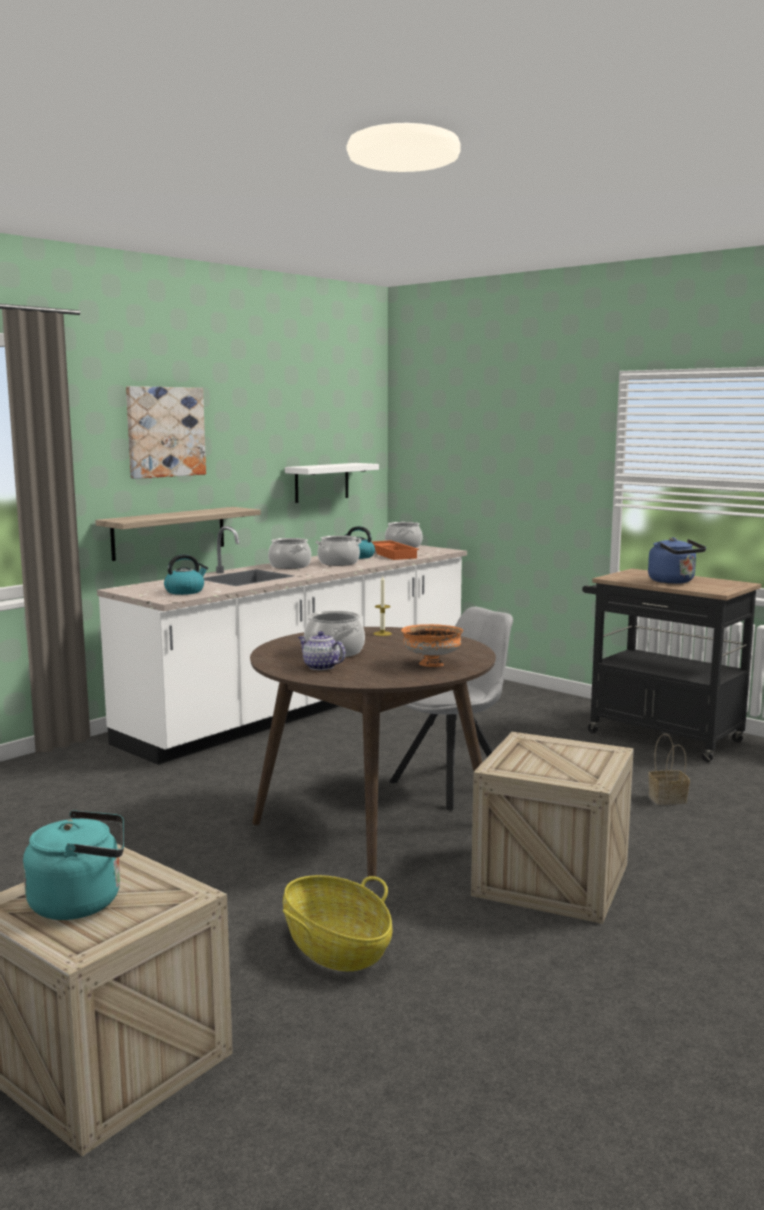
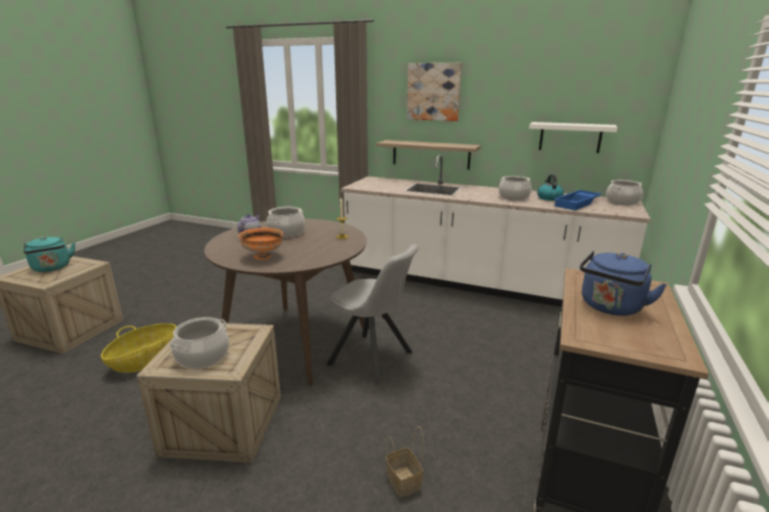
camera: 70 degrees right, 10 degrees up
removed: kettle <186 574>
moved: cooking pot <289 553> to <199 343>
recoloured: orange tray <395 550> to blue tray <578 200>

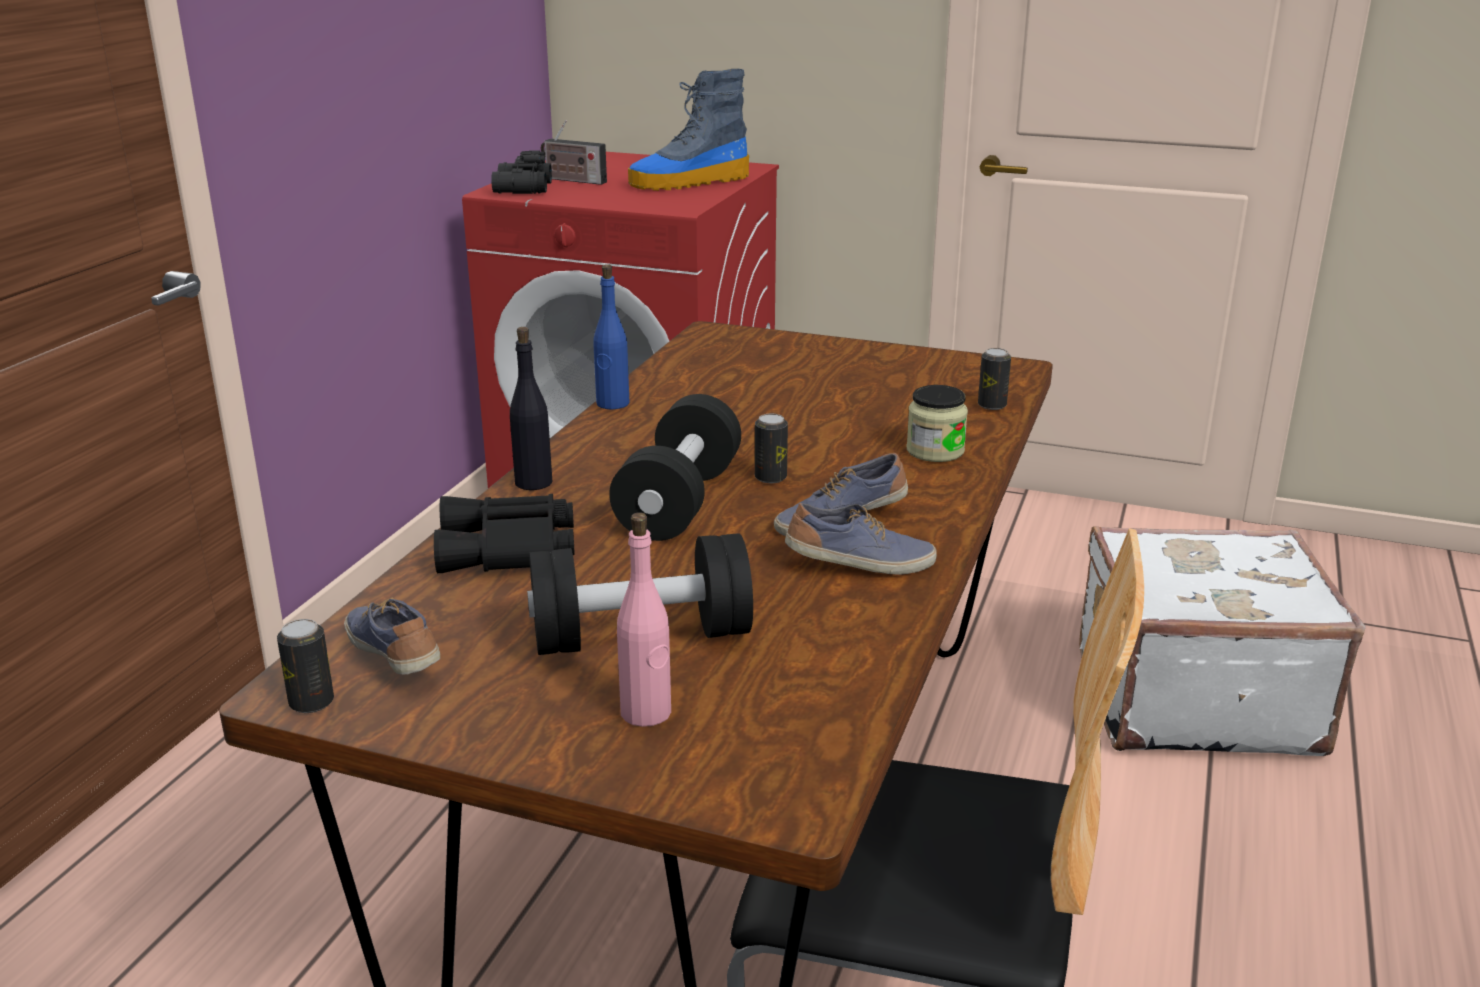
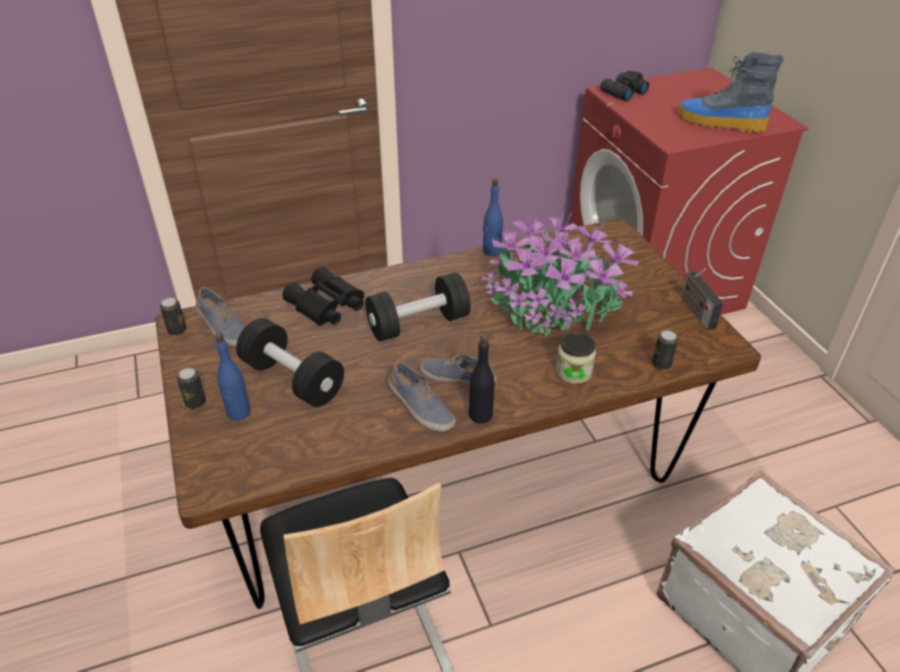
camera: 50 degrees right, 15 degrees up
added: potted plant <560 274>
moved: black bottle <531 408> to <482 379>; radio <574 152> to <702 299>; can <771 448> to <191 388>
recoloured: pink bottle <644 619> to blue bottle <233 376>
turned: shoe <392 636> = <220 317> 120 degrees clockwise

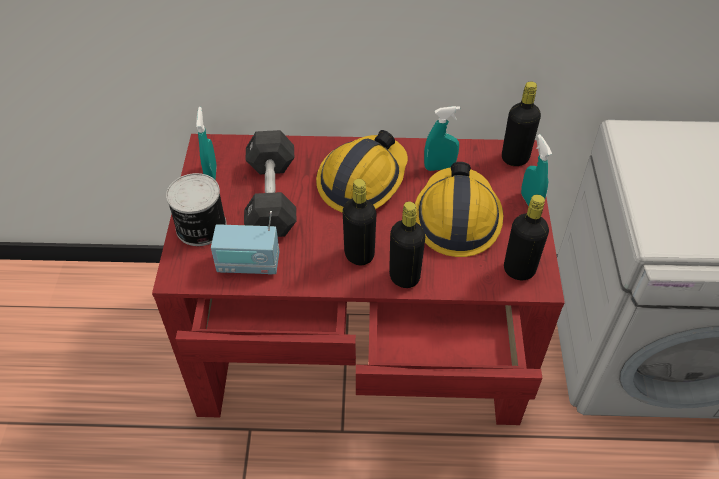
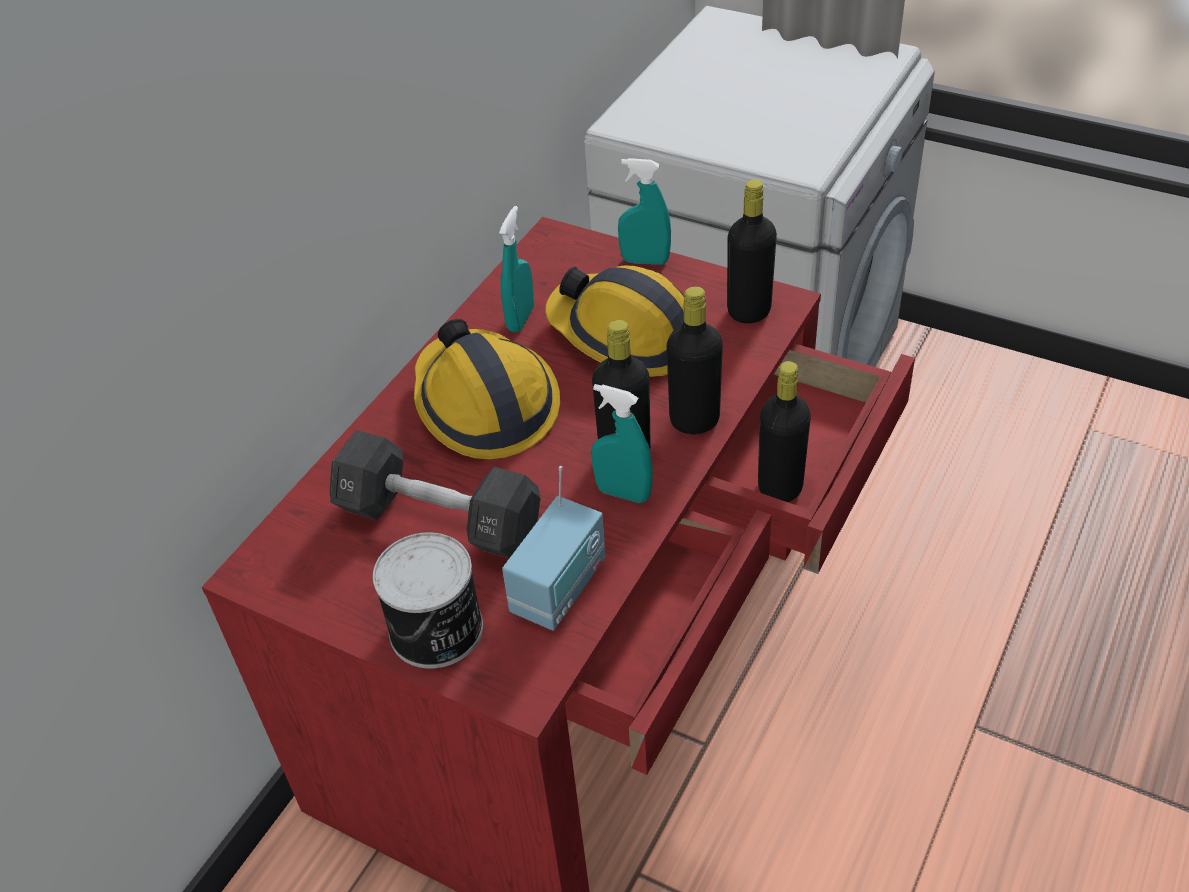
camera: 60 degrees left, 5 degrees down
moved: turquoise spray bottle <206 143> to <622 443>; black bottle <521 123> to <784 431>

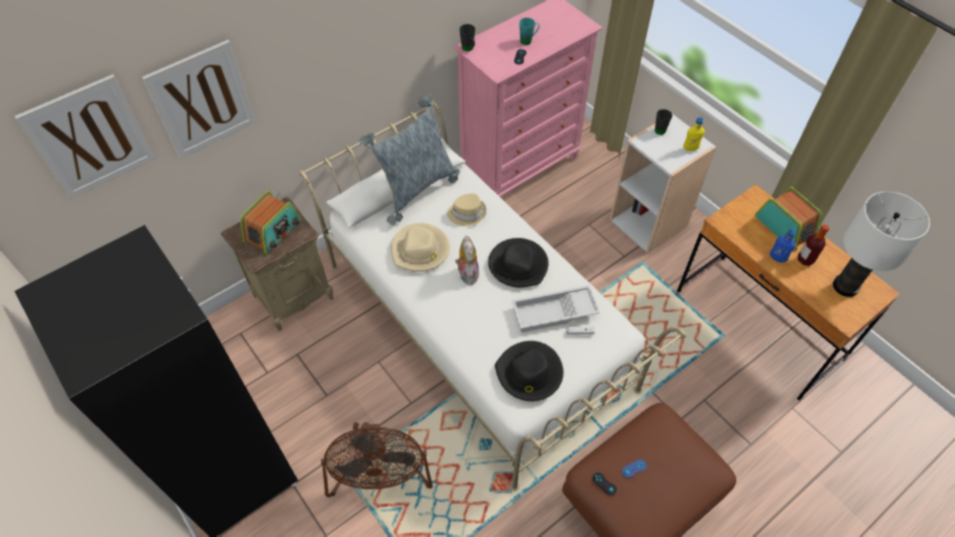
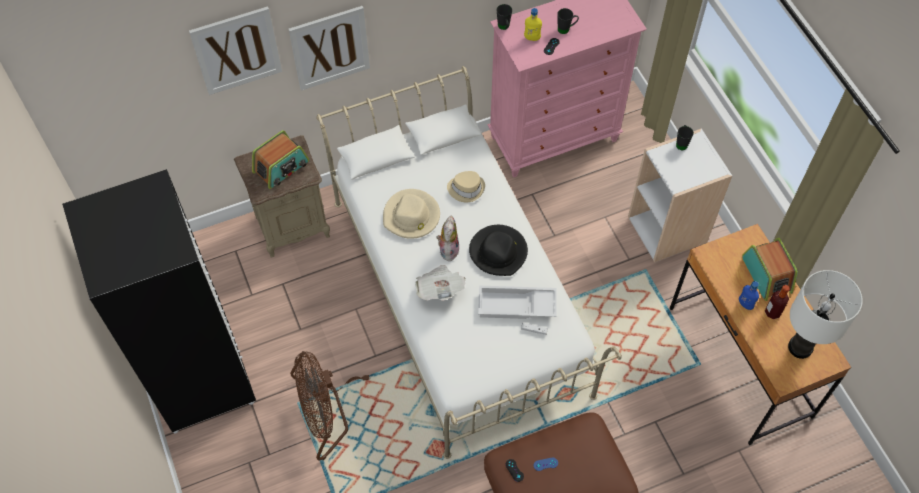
camera: 15 degrees right, 5 degrees up
removed: pillow <409 158>; black hat <529 371>
added: newspaper <440 283>
moved: picture <85 136> to <329 48>; yellow bottle <694 134> to <533 24>
recoloured: turquoise mug <529 31> to black mug <568 21>
turned: brown fan <377 459> = <330 405> 60 degrees clockwise

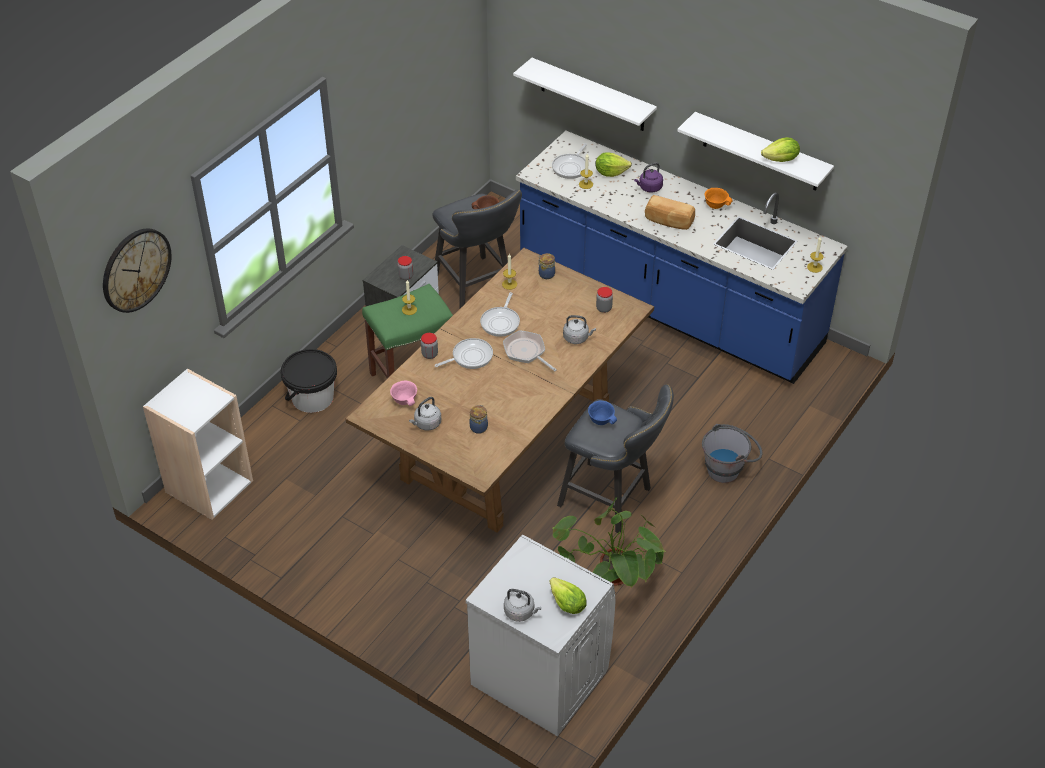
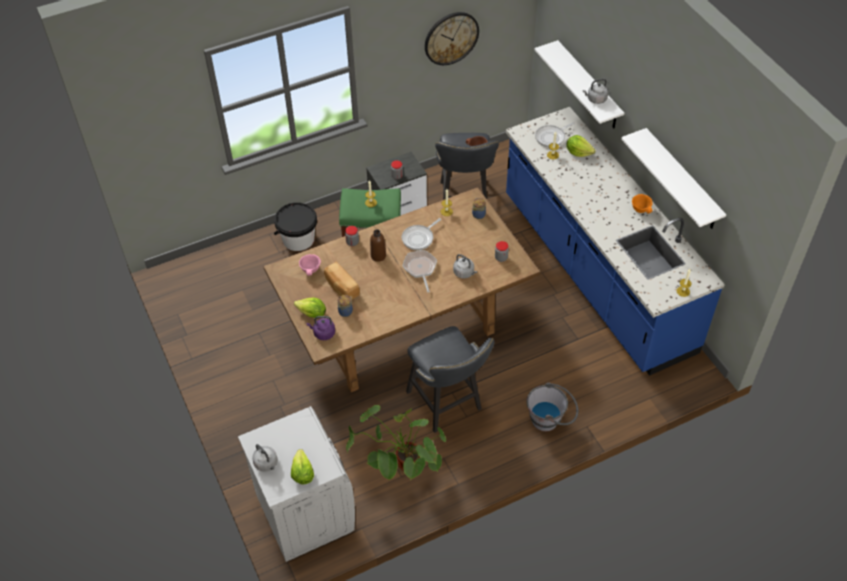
camera: 30 degrees right, 5 degrees up
removed: bookcase <198 444>; blue bowl <602 413>
moved: wall clock <137 270> to <452 38>; grey kettle <425 413> to <595 91>; purple kettle <648 177> to <320 328>; bread <670 212> to <342 281>; lettuce <780 149> to <310 307>
replaced: frying pan <464 353> to brown bottle <378 245>

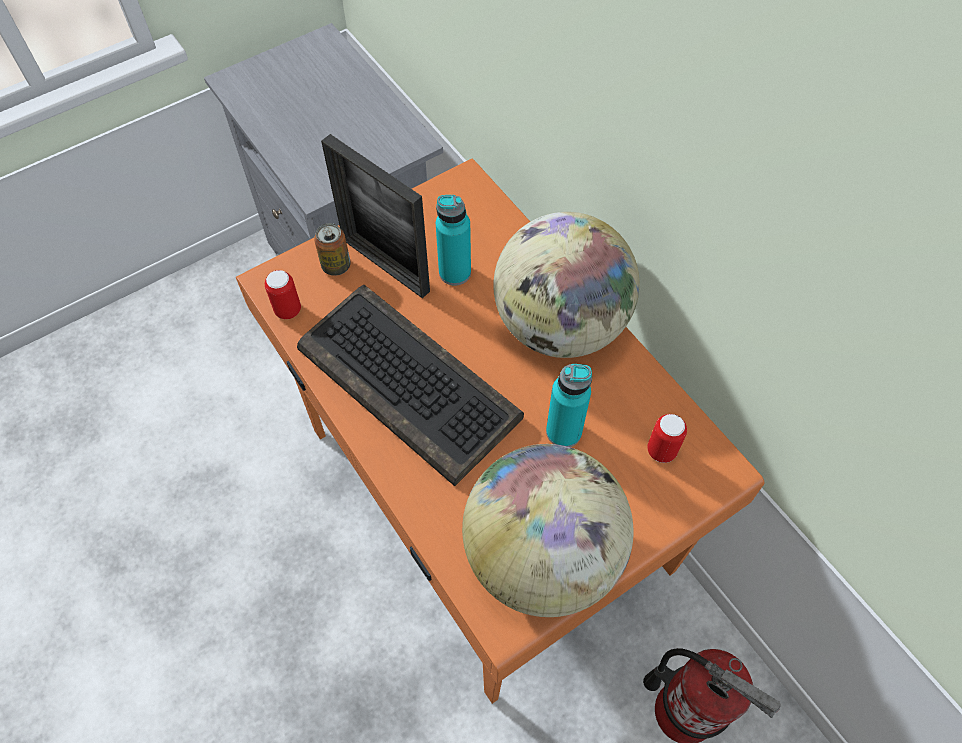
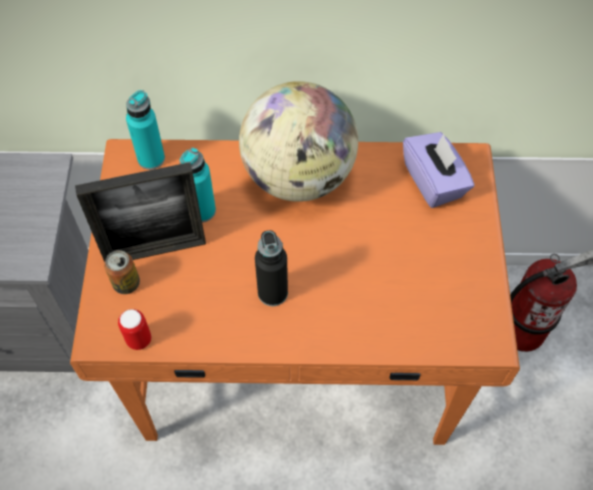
camera: 55 degrees left, 0 degrees up
removed: globe <548 530>
moved: turquoise bottle <569 405> to <145 130>
replaced: keyboard <410 385> to black bottle <271 268>; can <667 438> to purple tissue box <439 170>

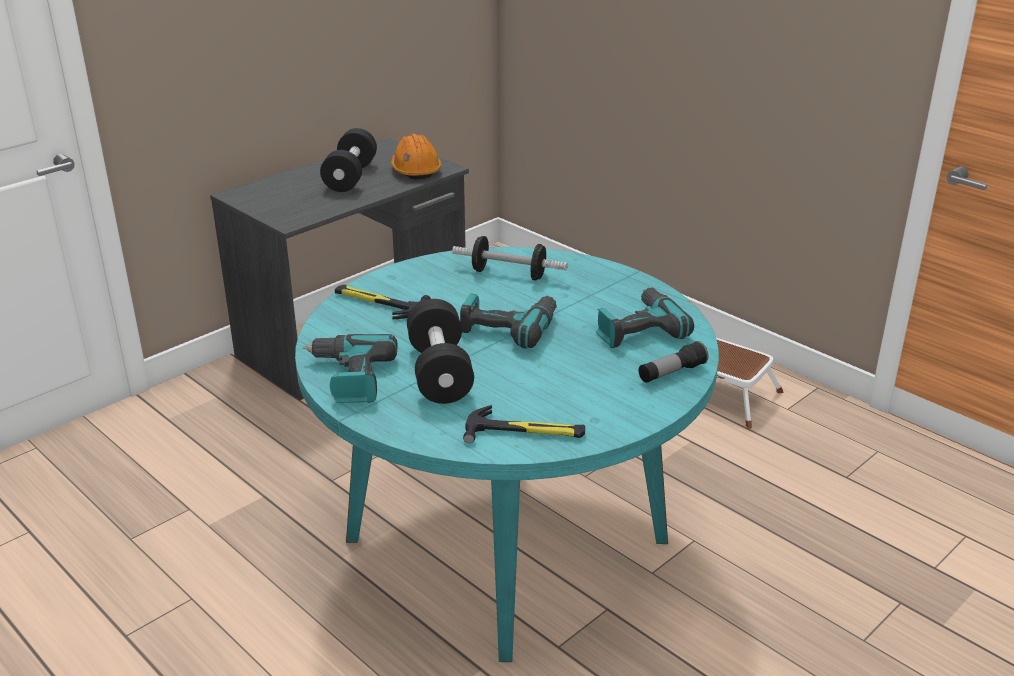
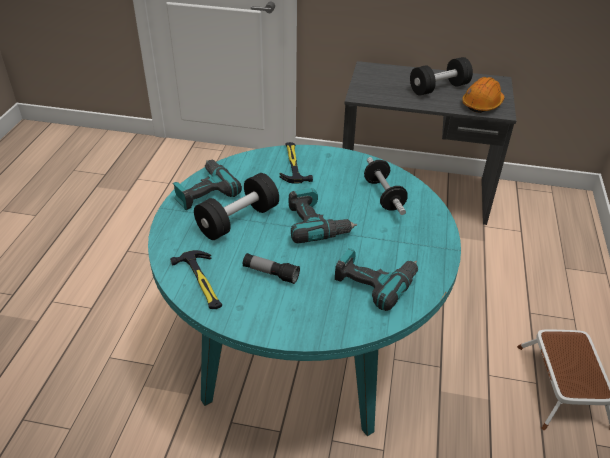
camera: 55 degrees right, 10 degrees up
moved: flashlight <673 362> to <271 268>

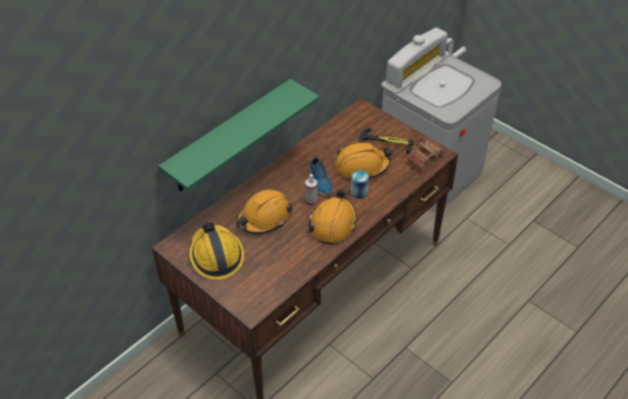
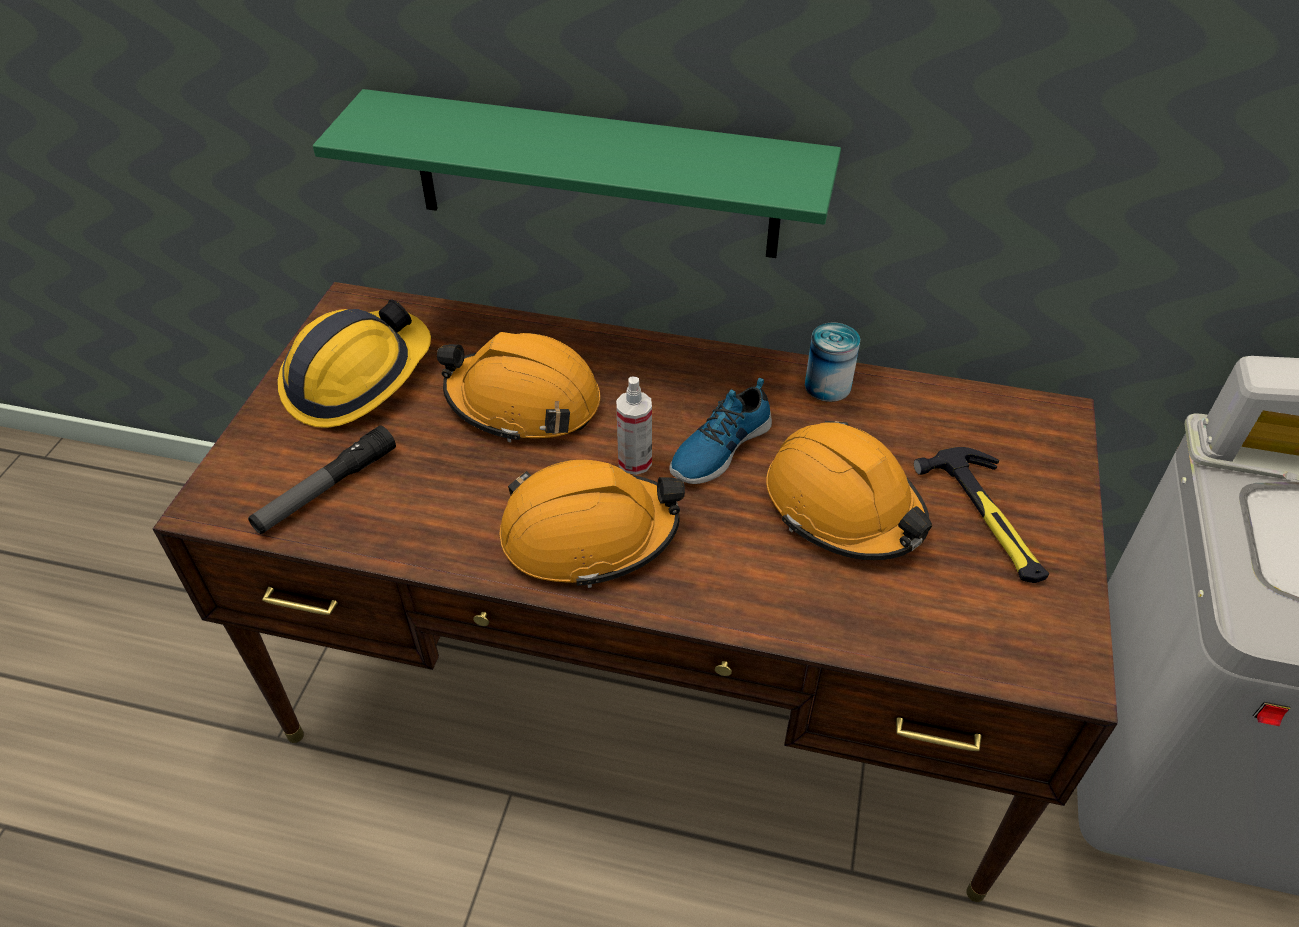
camera: 60 degrees right, 0 degrees up
removed: brown binoculars <426 154>
added: flashlight <322 479>
moved: can <360 184> to <832 362>

